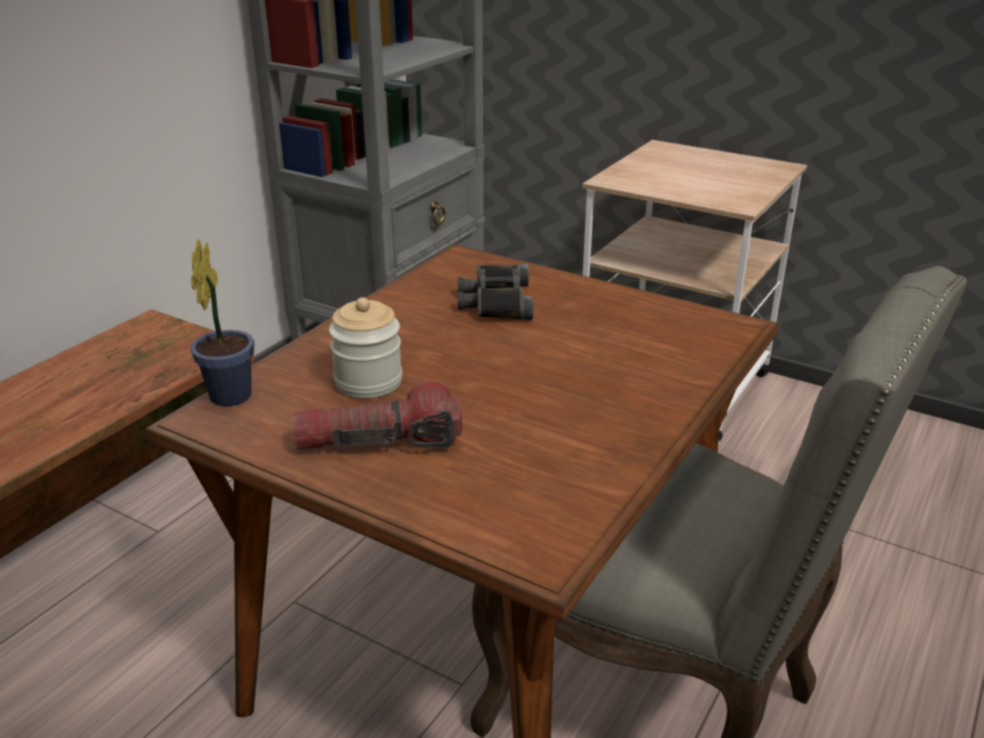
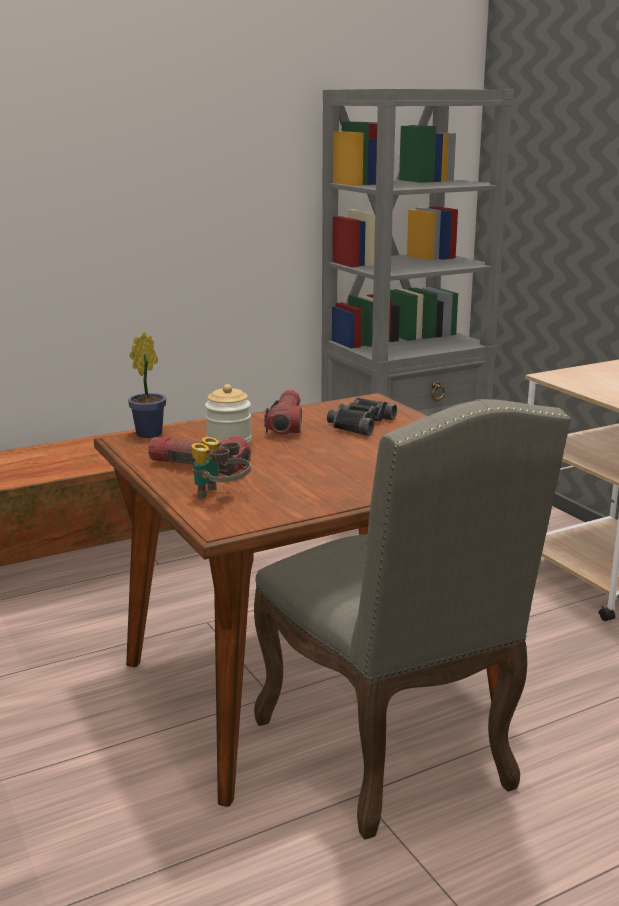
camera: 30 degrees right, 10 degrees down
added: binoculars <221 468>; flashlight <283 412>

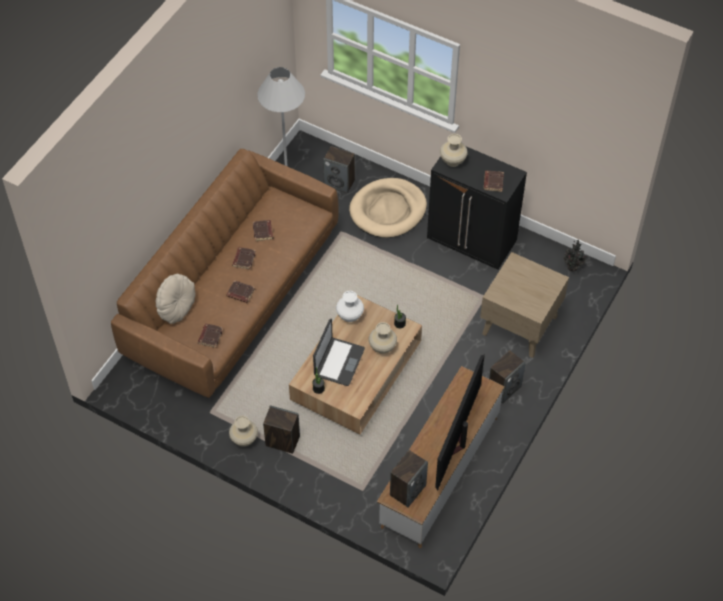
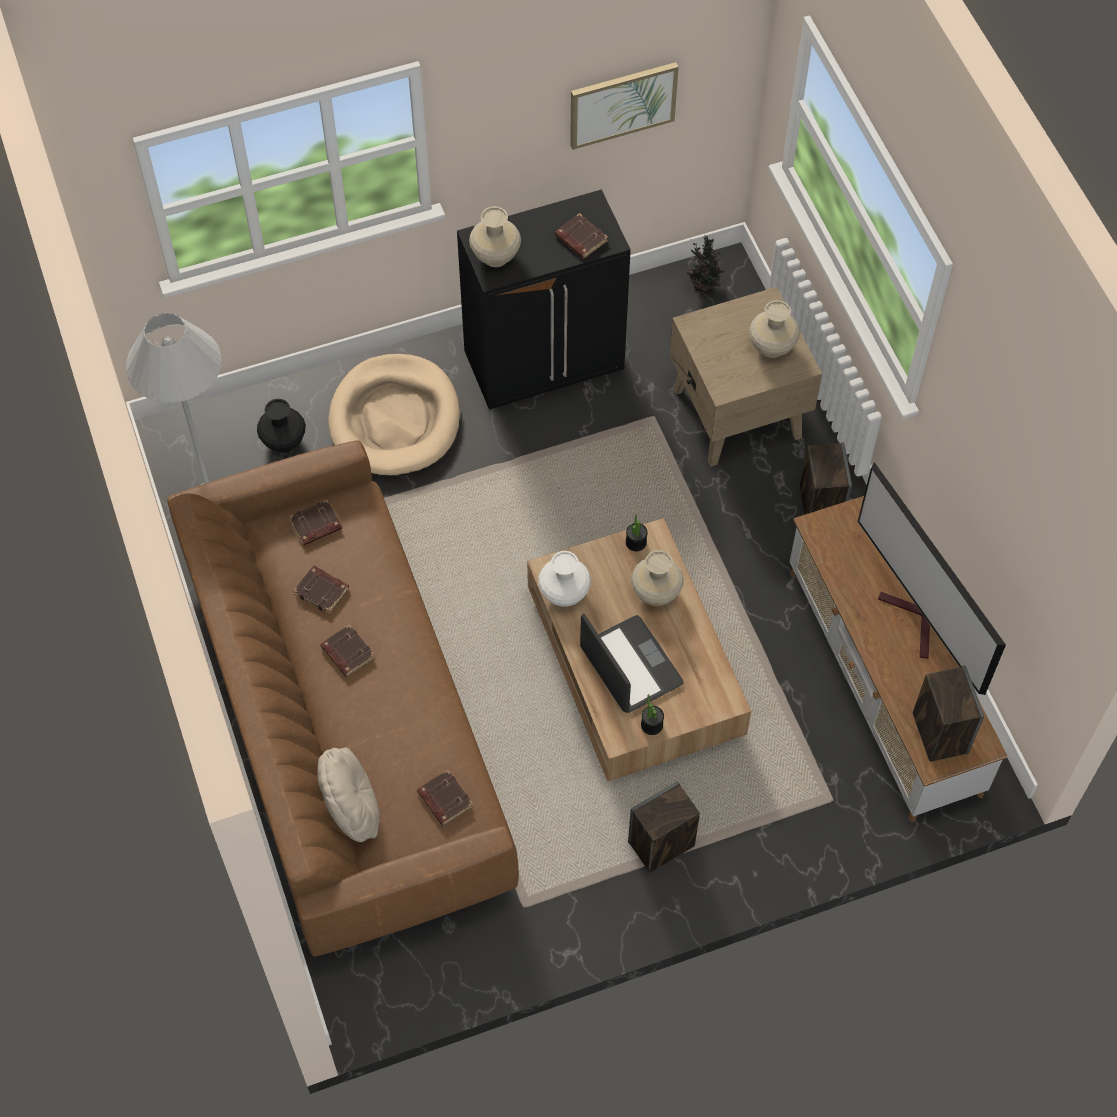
camera: 50 degrees left, 5 degrees up
added: picture <624 106>
moved: brown book <241 291> to <315 523>; beige vase <243 431> to <774 329>
replaced: speaker <339 169> to black vase <281 425>

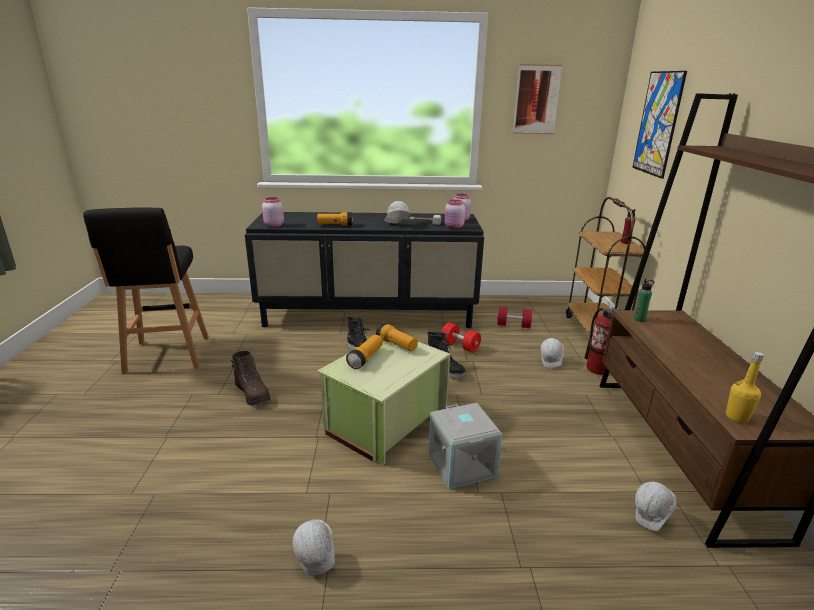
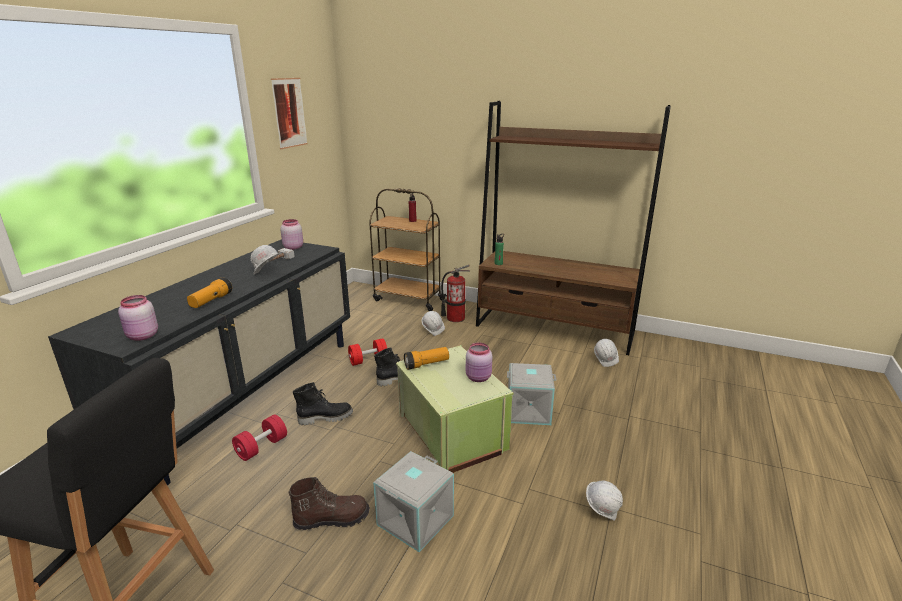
camera: 65 degrees left, 0 degrees up
removed: flashlight <364 352>; picture <659 125>; yellow bottle <745 387>
added: grey storage box <413 501>
moved: pink jar <455 214> to <479 362>; red dumbbell <515 317> to <259 437>

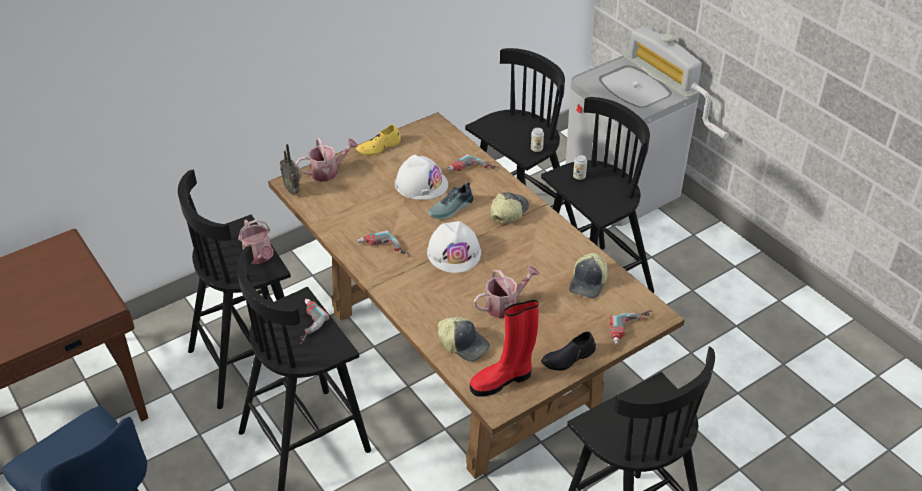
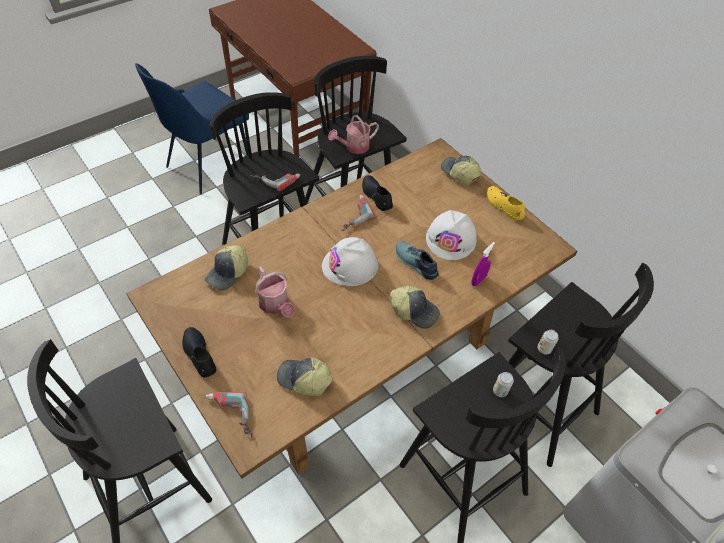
camera: 85 degrees right, 10 degrees up
removed: radio <291 169>; red boot <504 348>
added: black shoe <377 193>
replaced: watering can <327 160> to cap <461 170>; power drill <473 162> to purple spray bottle <483 264>

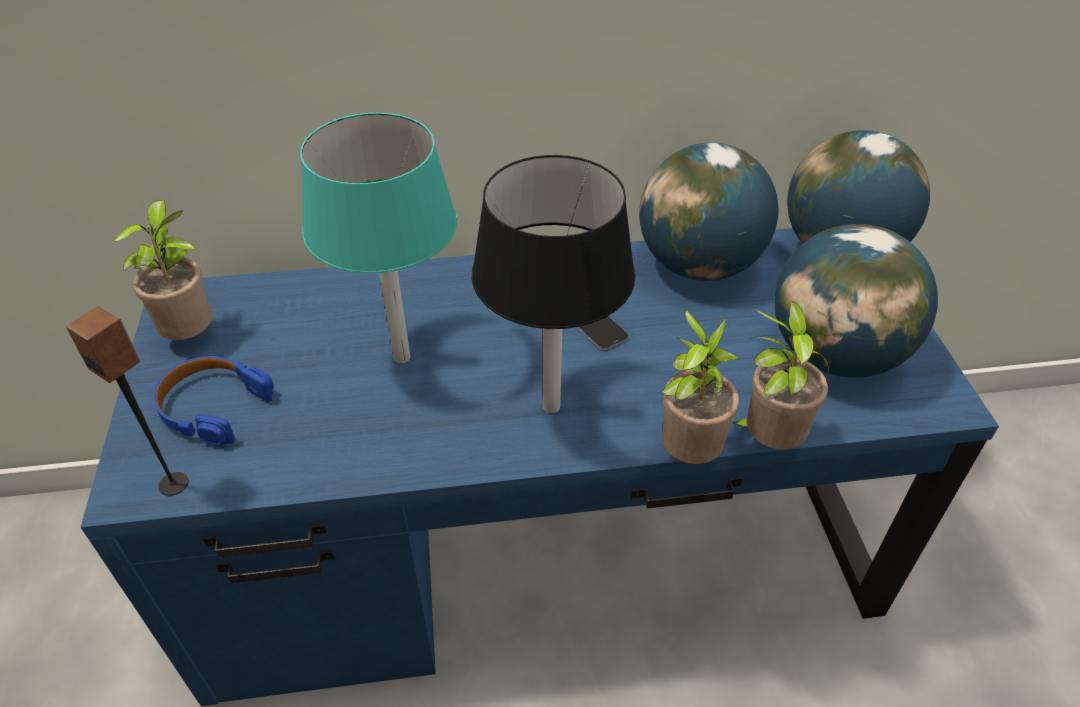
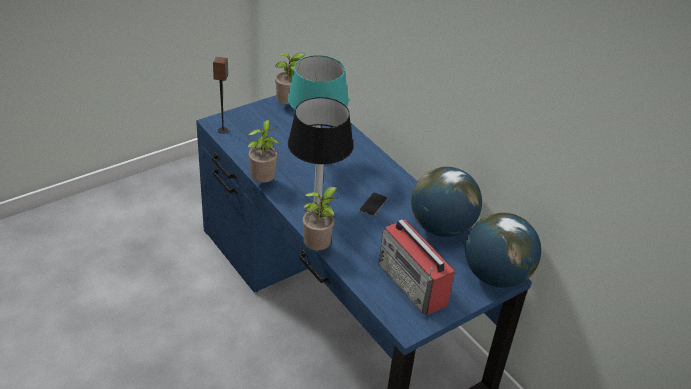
camera: 60 degrees right, 5 degrees down
removed: blue headphones <213 401>
moved: potted plant <781 374> to <263 151>
replaced: globe <856 301> to radio <417 267>

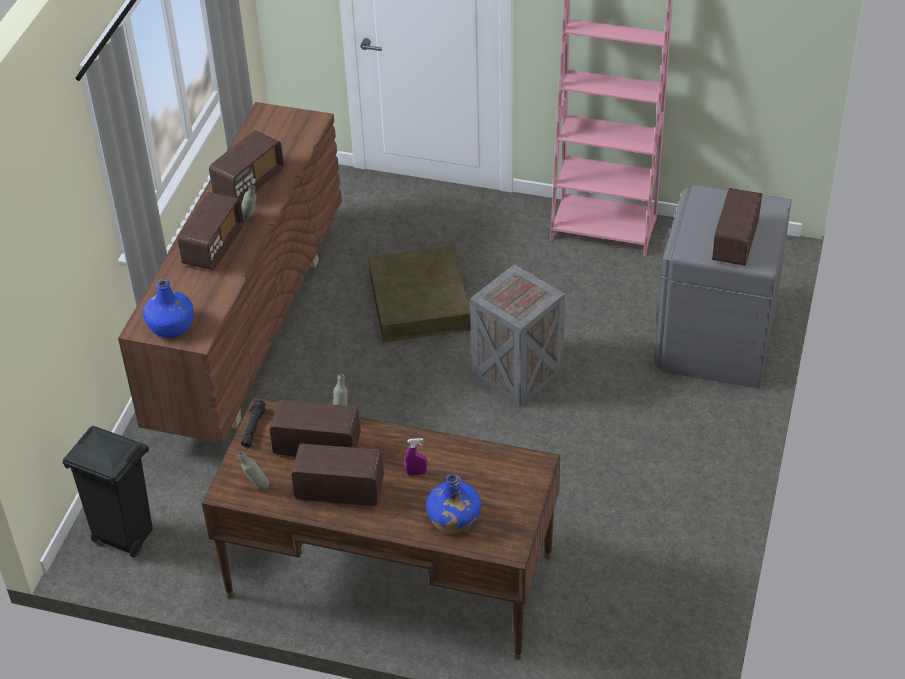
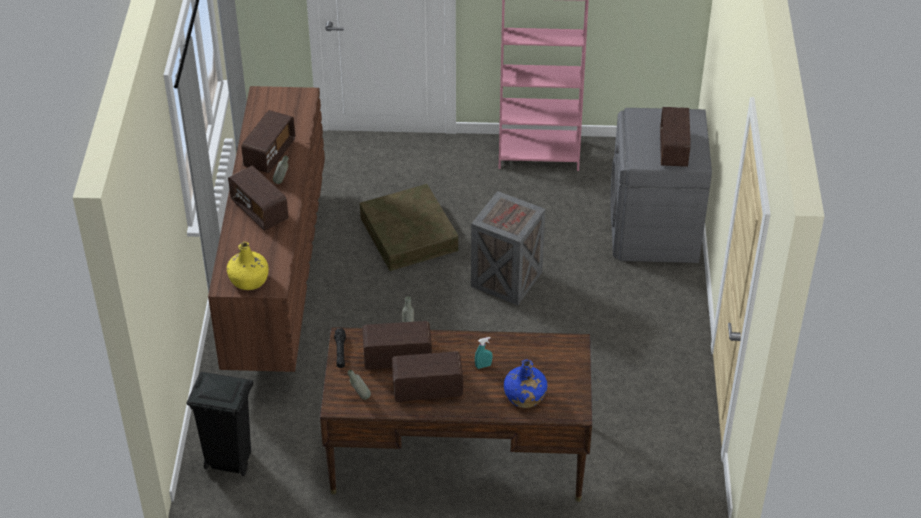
camera: 15 degrees left, 0 degrees up
recoloured: blue bottle <168 308> to yellow bottle <247 266>; purple spray bottle <415 456> to turquoise spray bottle <483 353>
turned: radio <211 231> = <258 198> 135 degrees clockwise

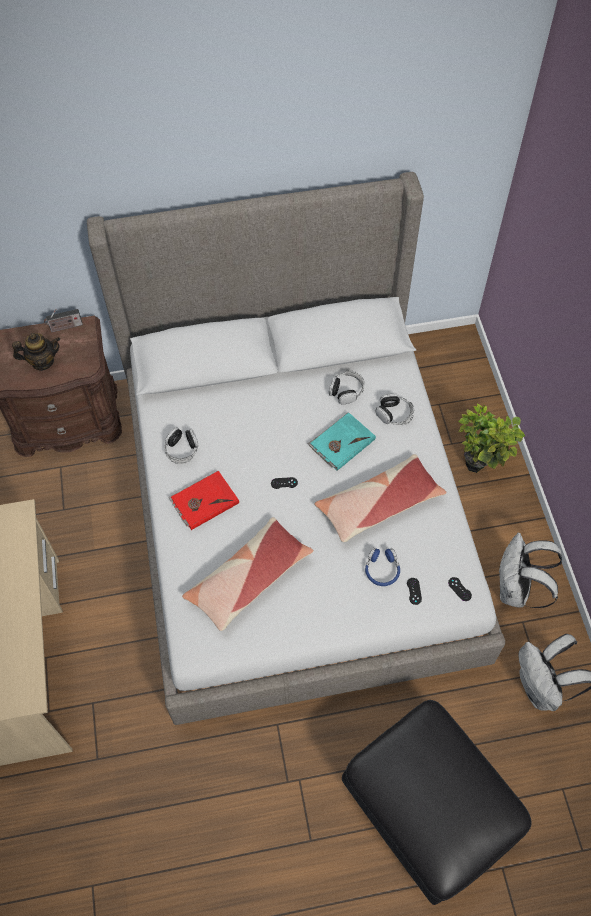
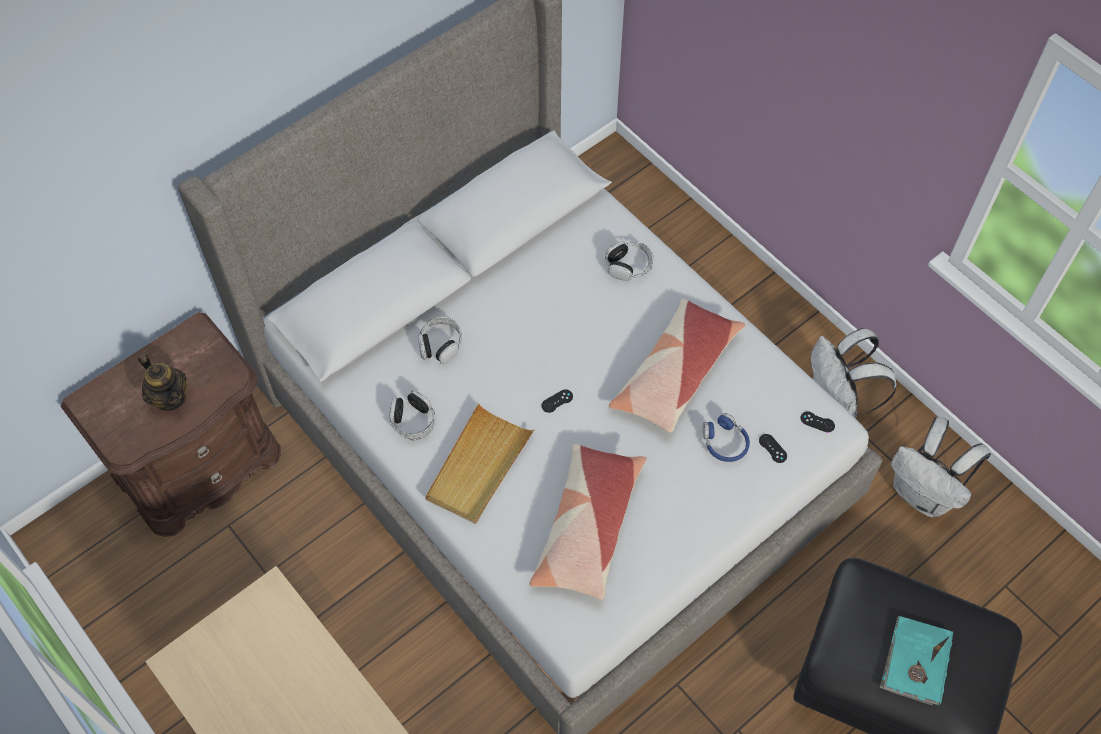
camera: 30 degrees left, 0 degrees up
removed: radio <63 320>; potted plant <491 438>
moved: turquoise book <342 441> to <916 660>; headphones <346 387> to <440 340>
replaced: red book <204 500> to beige tray <480 463>
turned: teapot <36 352> = <162 382> 90 degrees clockwise

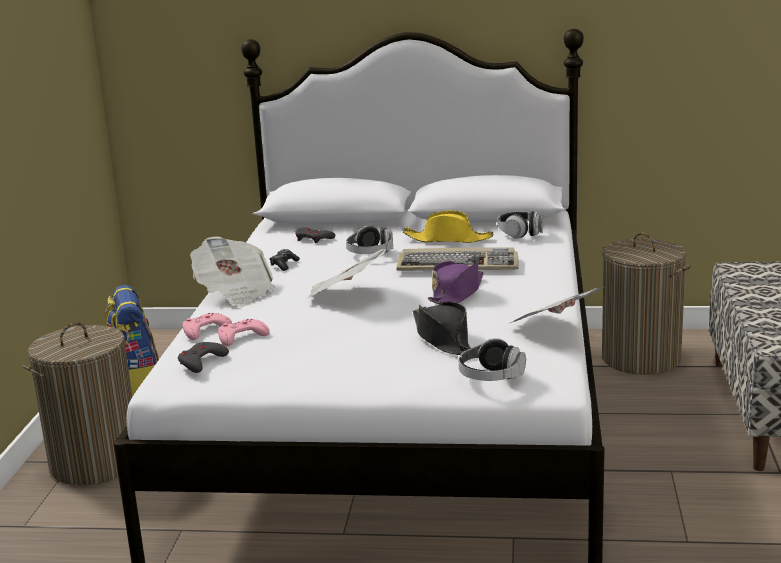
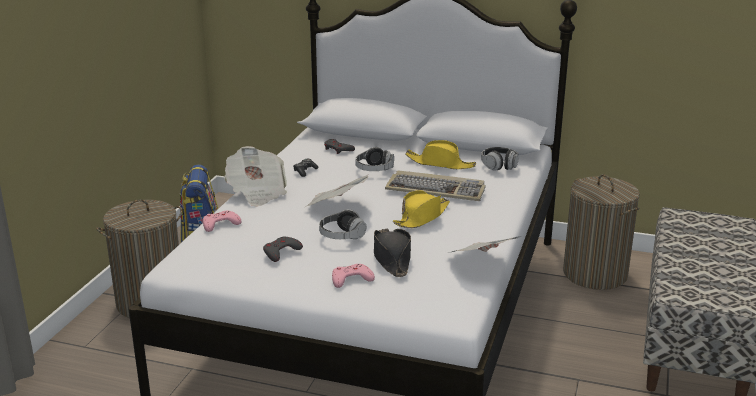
camera: 10 degrees right, 5 degrees up
moved: grey game controller <203 357> to <283 249>; pink game controller <244 332> to <353 276>; headphones <492 359> to <342 224>
recoloured: purple hat <456 282> to yellow hat <421 209>

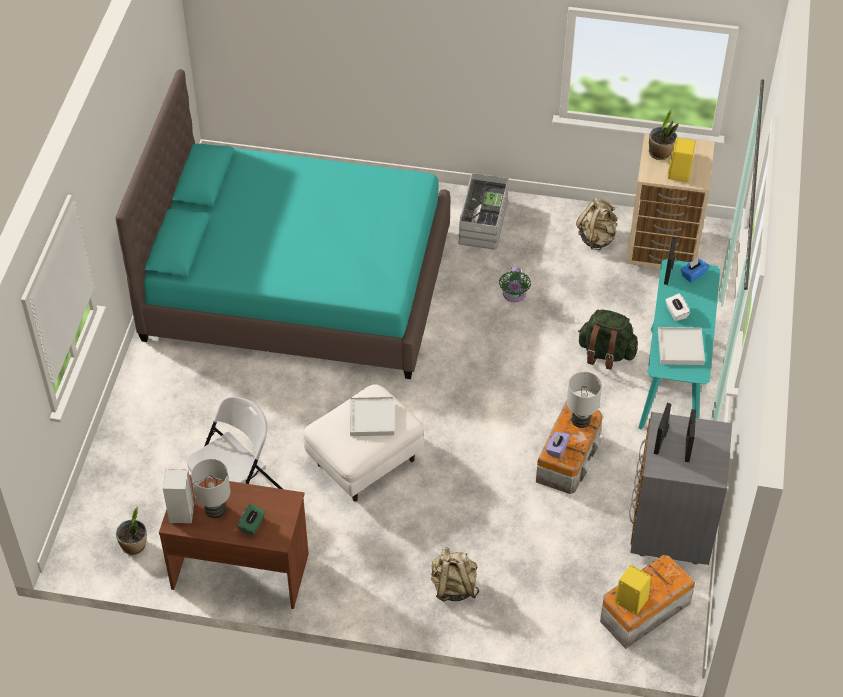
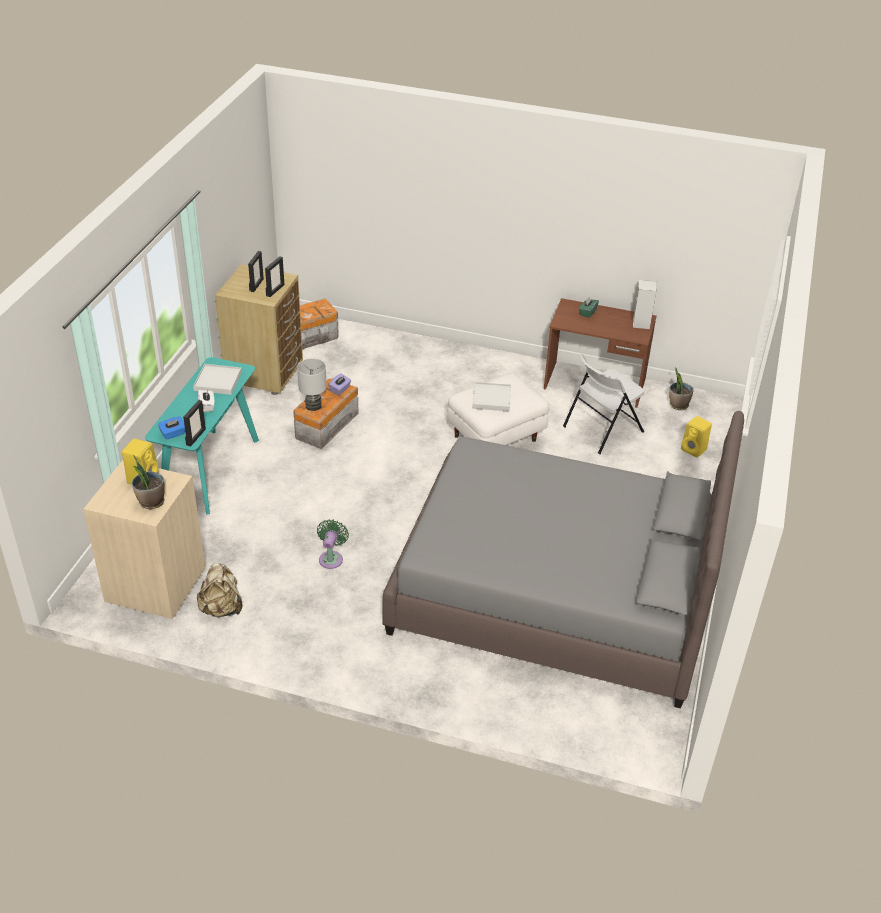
camera: 175 degrees left, 10 degrees down
removed: grey table lamp <210 488>; beige backpack <455 574>; grey storage box <483 211>; green backpack <608 339>
moved: yellow speaker <633 590> to <696 437>
recoloured: turquoise bed <283 224> to grey bed <563 559>; grey dresser <680 488> to brown dresser <259 329>

